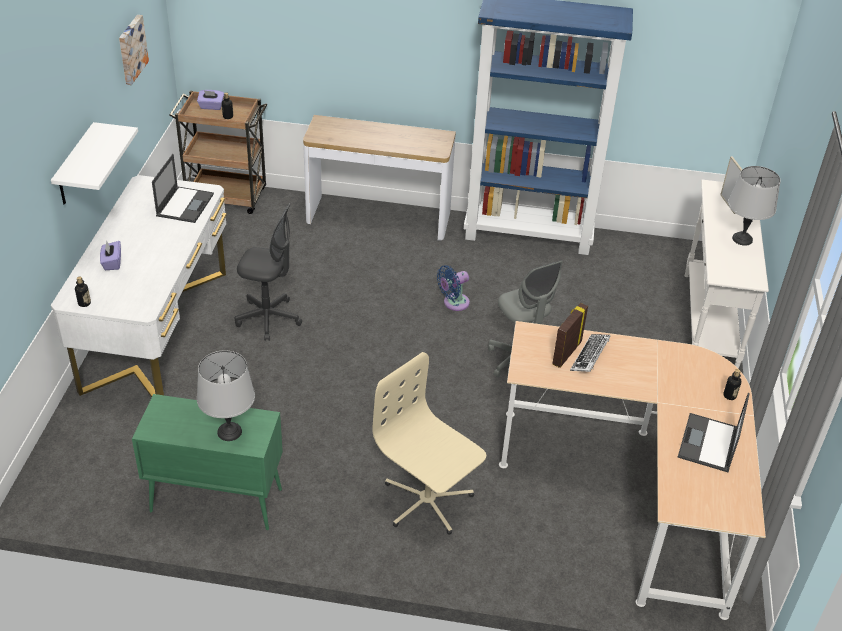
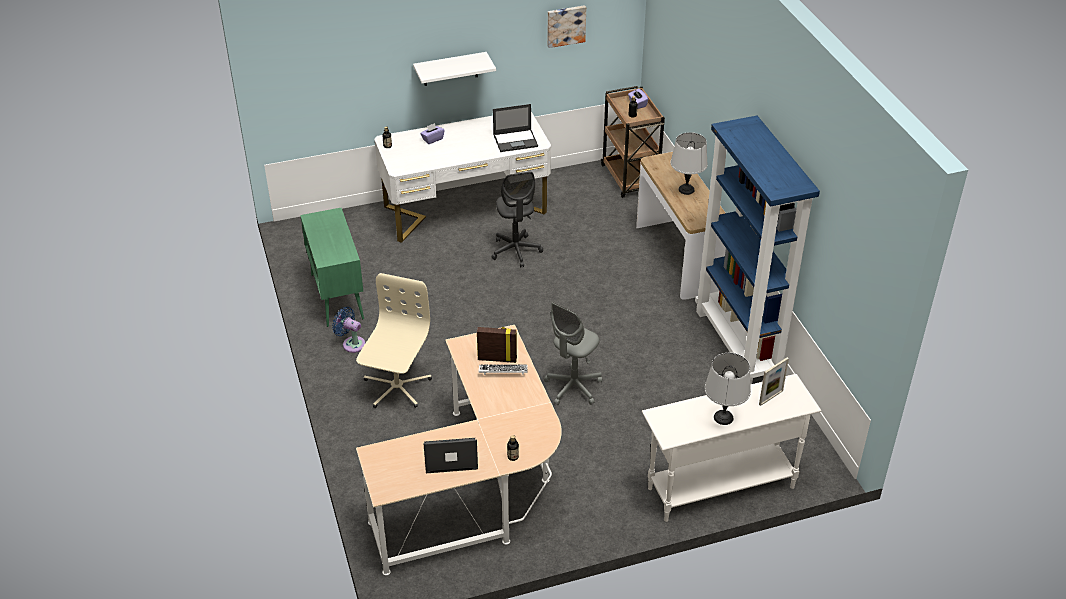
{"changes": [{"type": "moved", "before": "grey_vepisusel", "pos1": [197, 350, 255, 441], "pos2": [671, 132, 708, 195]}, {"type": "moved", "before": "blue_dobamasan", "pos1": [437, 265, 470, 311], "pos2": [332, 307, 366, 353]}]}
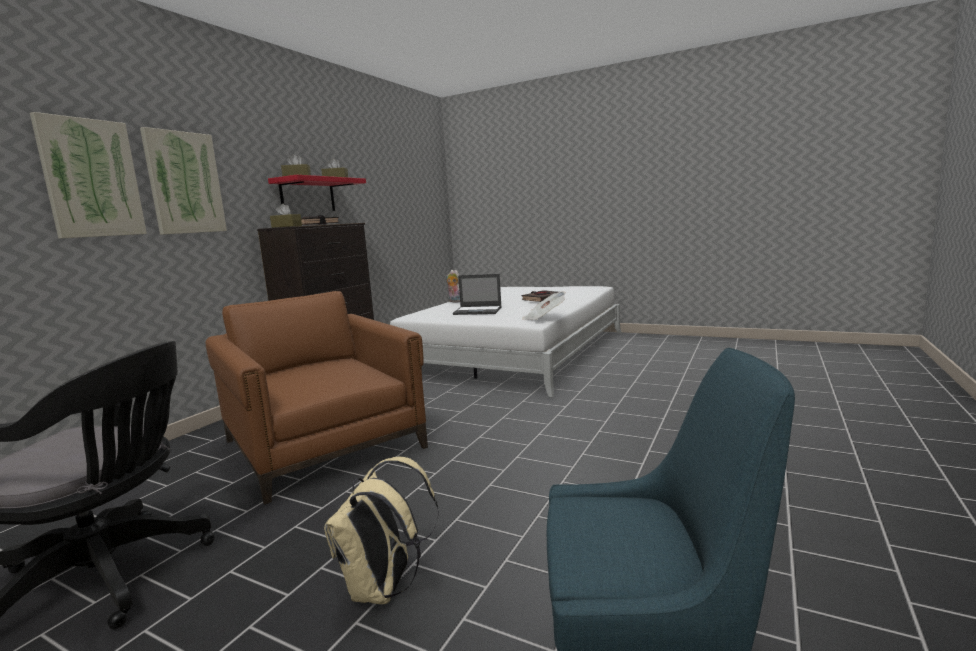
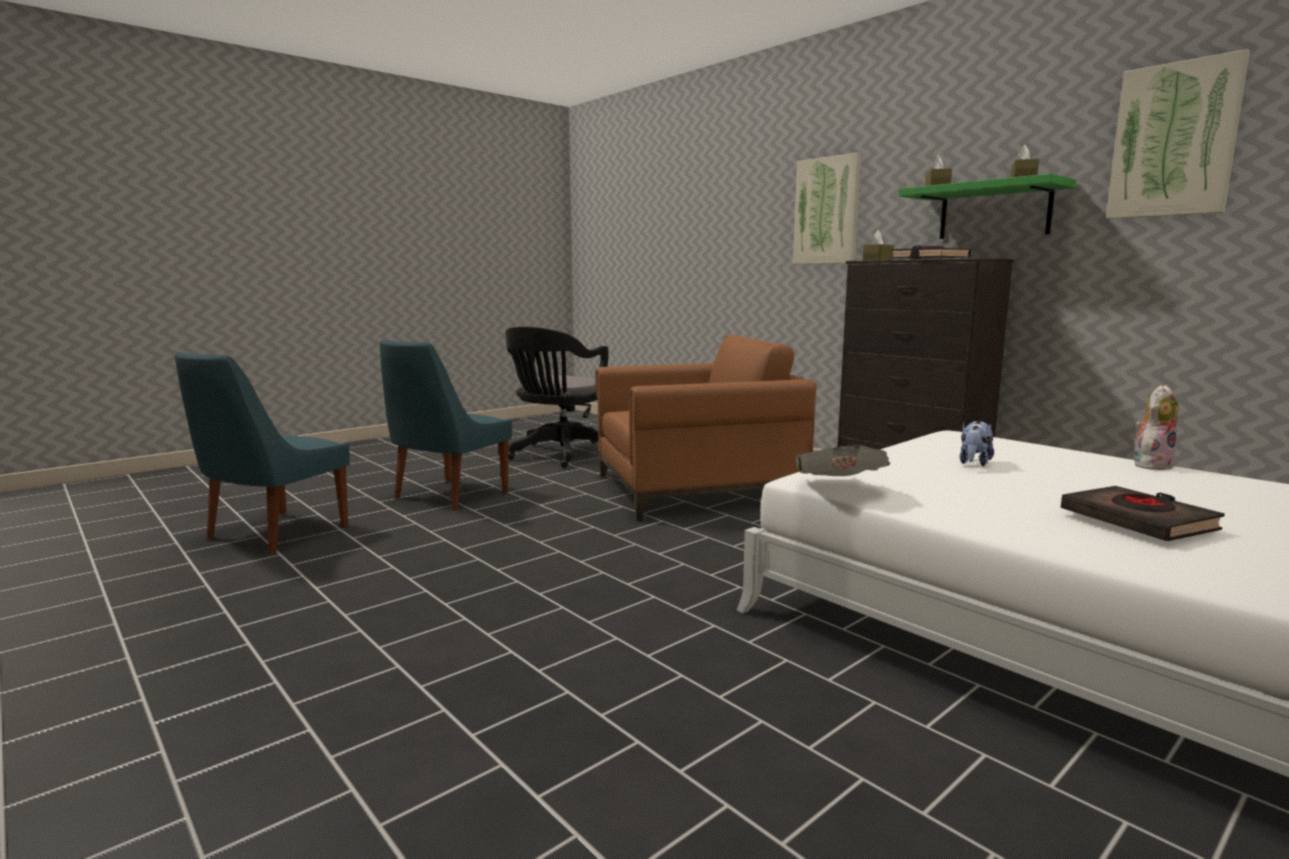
{"changes": [{"type": "moved", "before": "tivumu", "pos1": [30, 112, 147, 239], "pos2": [1106, 49, 1250, 219]}, {"type": "recoloured", "before": "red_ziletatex", "after": "green_ziletatex", "pos1": [268, 175, 366, 211], "pos2": [899, 173, 1077, 239]}, {"type": "replaced", "before": "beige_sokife", "after": "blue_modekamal", "pos1": [324, 457, 439, 604], "pos2": [380, 340, 512, 512]}, {"type": "replaced", "before": "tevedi", "after": "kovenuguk", "pos1": [453, 274, 502, 315], "pos2": [960, 421, 994, 466]}]}
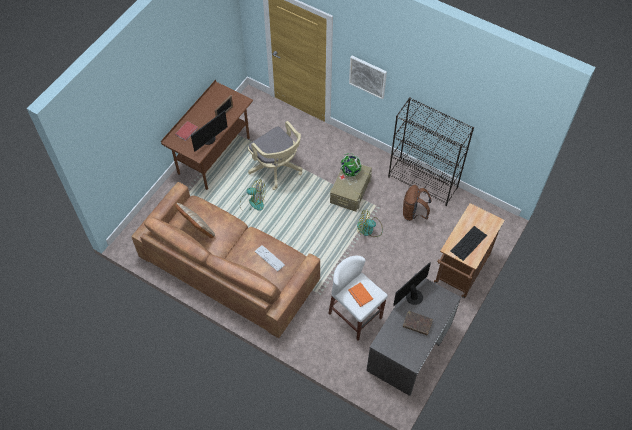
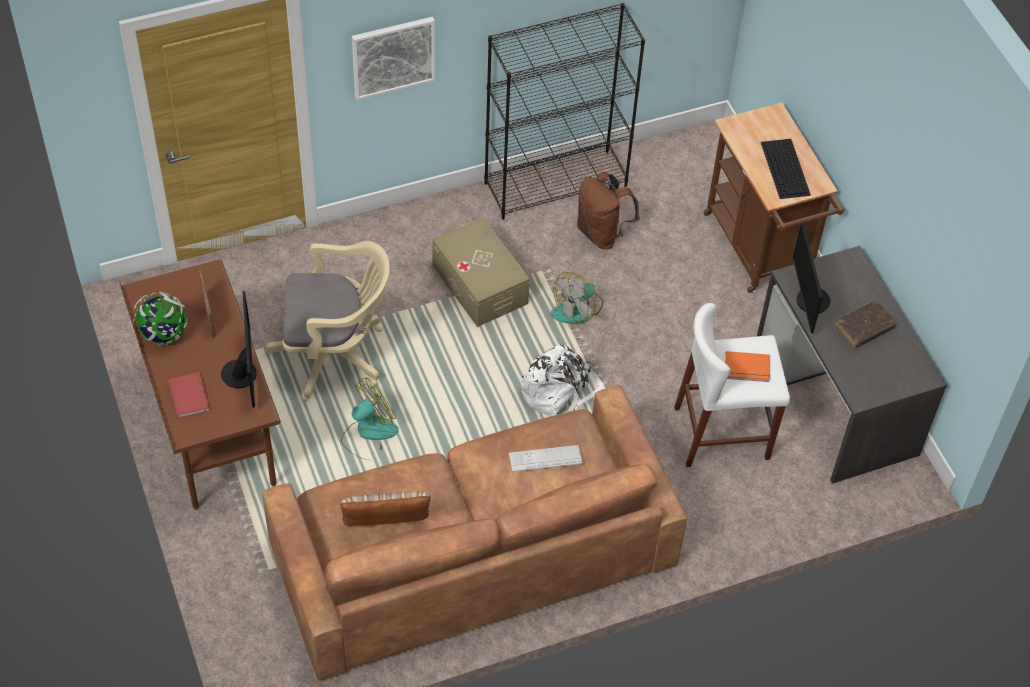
{"changes": [{"type": "moved", "before": "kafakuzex", "pos1": [340, 153, 362, 177], "pos2": [133, 292, 187, 345]}, {"type": "added", "after": "white_sokife", "pos2": [521, 344, 605, 416]}]}
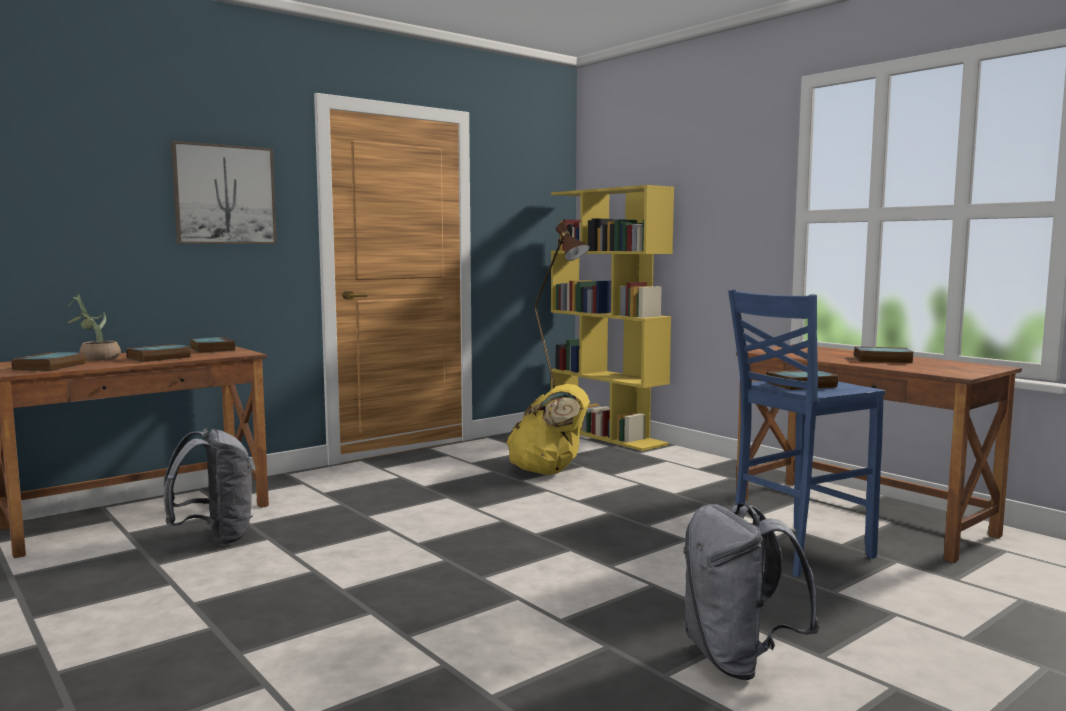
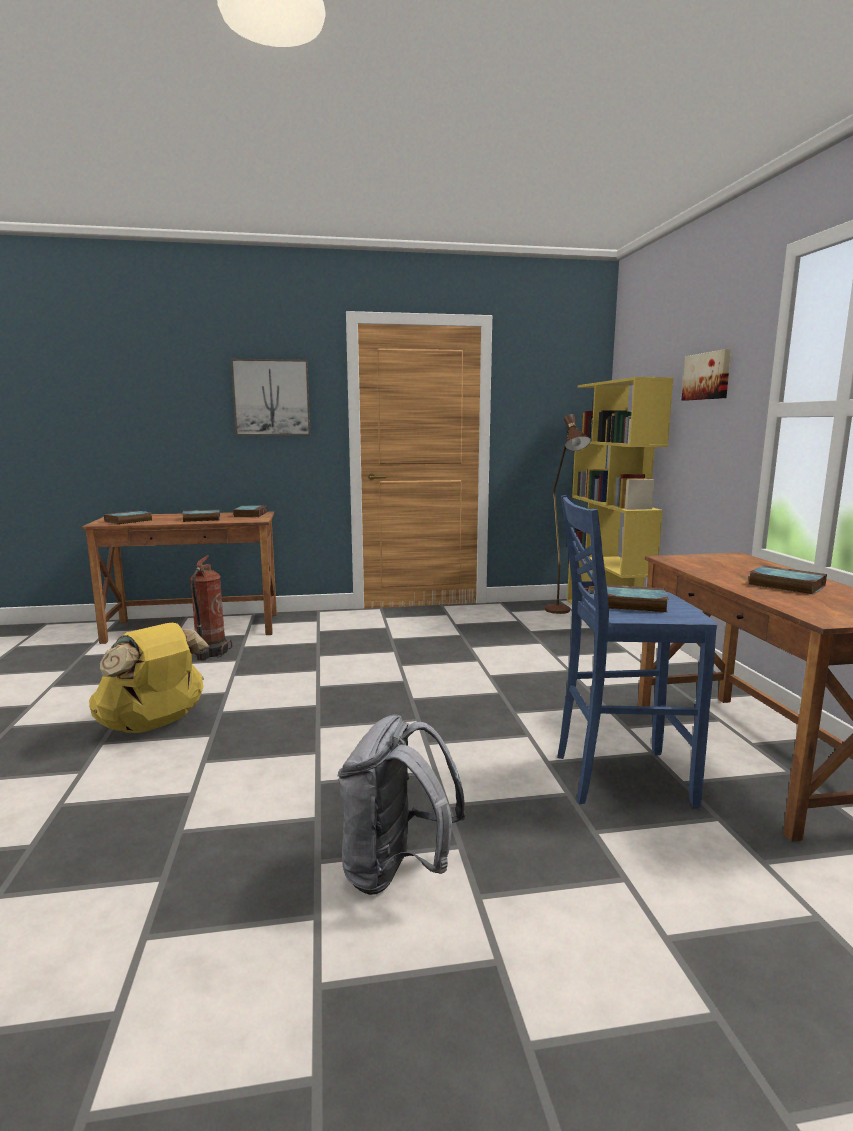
{"changes": [{"type": "removed", "before": "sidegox", "pos1": [66, 295, 121, 361]}, {"type": "replaced", "before": "grey_sokife", "after": "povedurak", "pos1": [164, 428, 253, 545], "pos2": [190, 556, 232, 661]}, {"type": "moved", "before": "yellow_sokife", "pos1": [506, 384, 590, 475], "pos2": [89, 623, 209, 733]}, {"type": "added", "after": "tivumu", "pos2": [682, 349, 731, 400]}]}
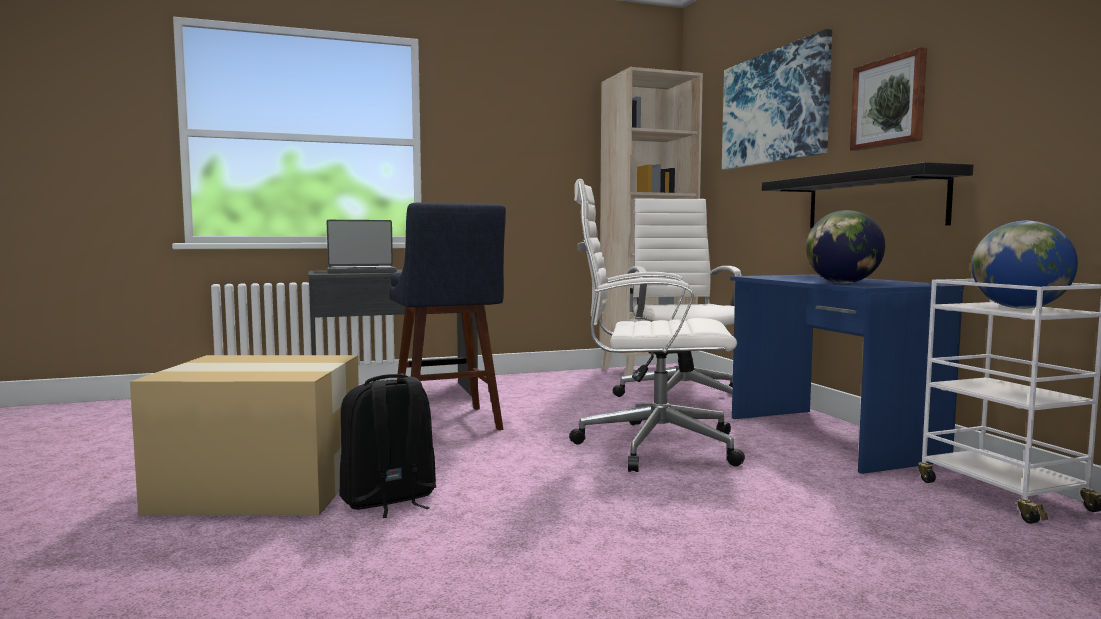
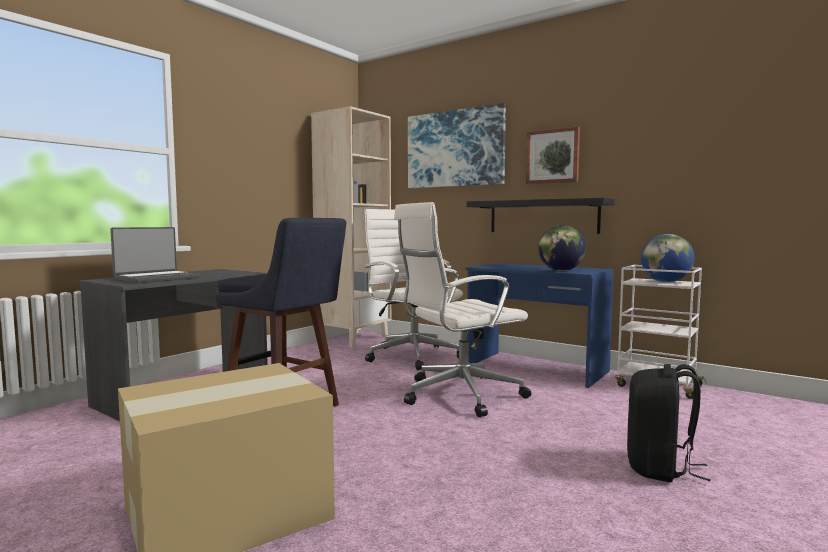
{"changes": [{"type": "moved", "before": "black_sokife", "pos1": [339, 374, 436, 518], "pos2": [627, 364, 711, 482]}]}
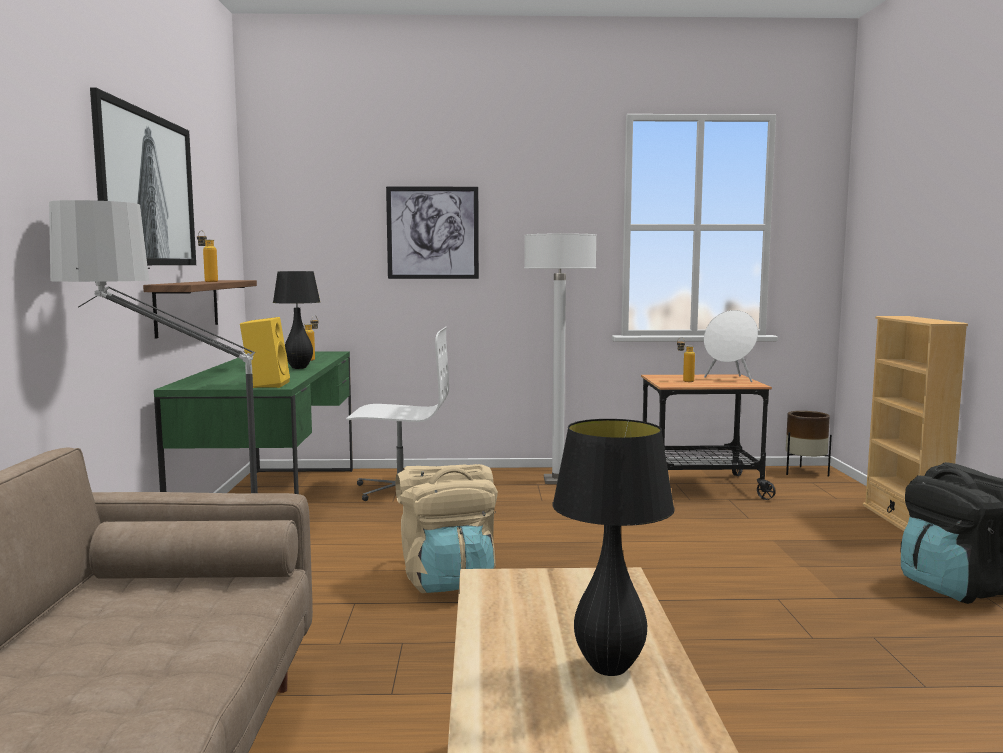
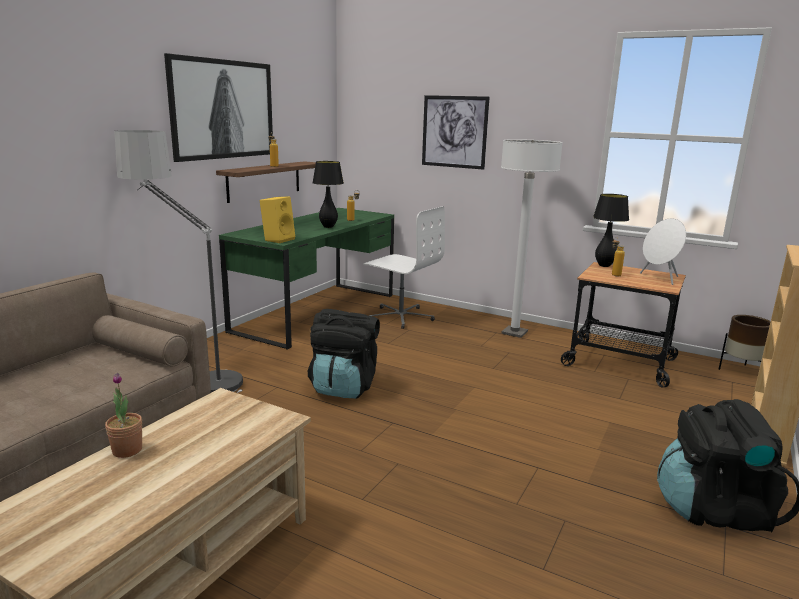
{"changes": [{"type": "recoloured", "before": "beige_sokife", "after": "black_sokife", "pos1": [395, 464, 498, 593], "pos2": [308, 309, 380, 399]}, {"type": "moved", "before": "black_vepisusel", "pos1": [553, 419, 675, 676], "pos2": [593, 194, 629, 267]}, {"type": "added", "after": "sidegox", "pos2": [105, 373, 142, 458]}]}
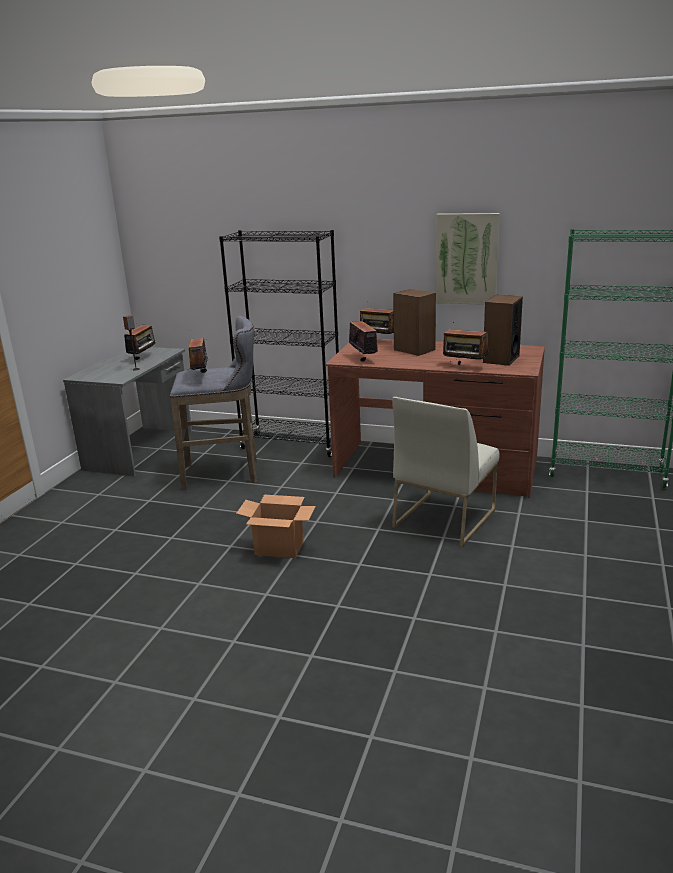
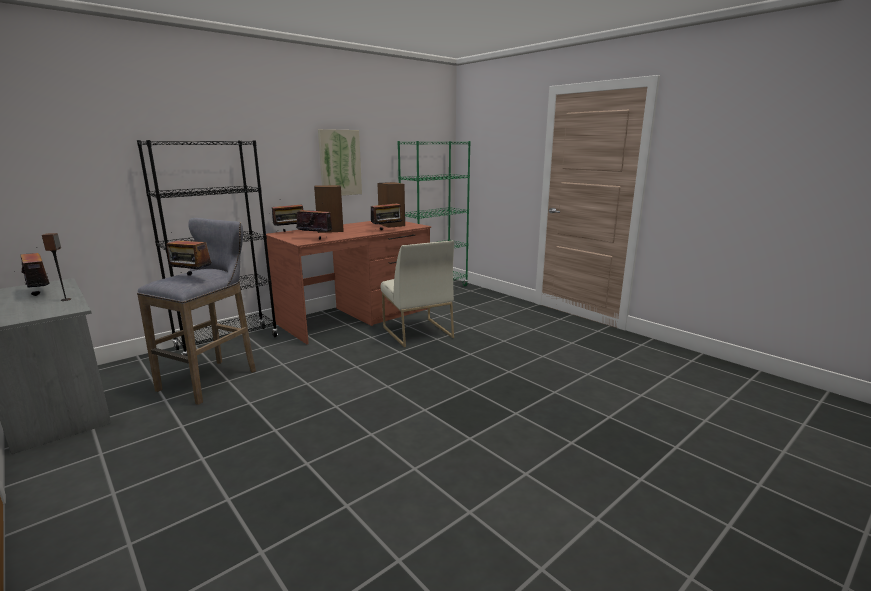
{"changes": [{"type": "removed", "before": "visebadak", "pos1": [236, 494, 316, 558]}]}
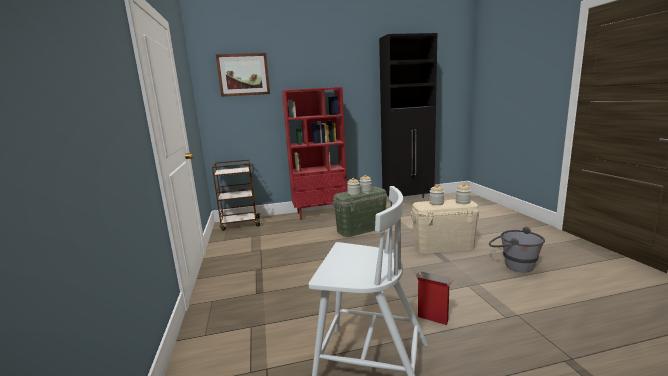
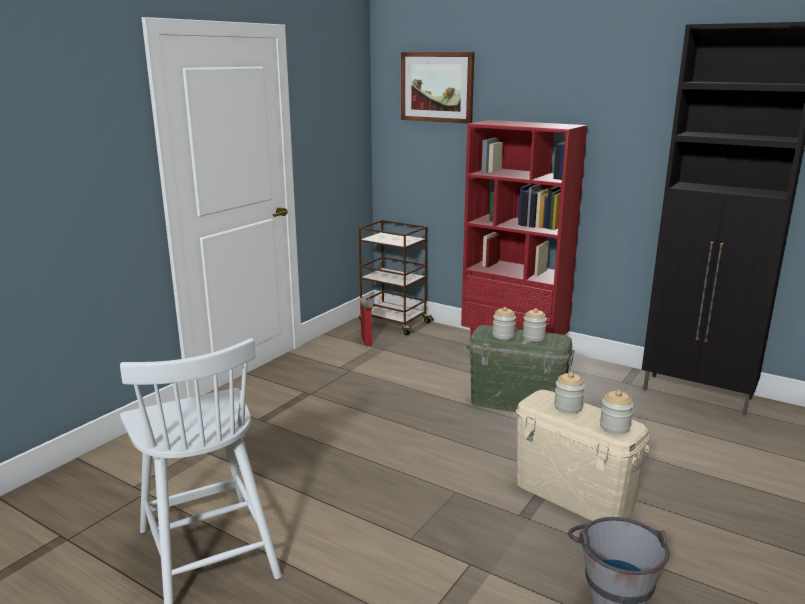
{"changes": [{"type": "moved", "before": "visebadak", "pos1": [416, 272, 454, 325], "pos2": [358, 297, 374, 346]}]}
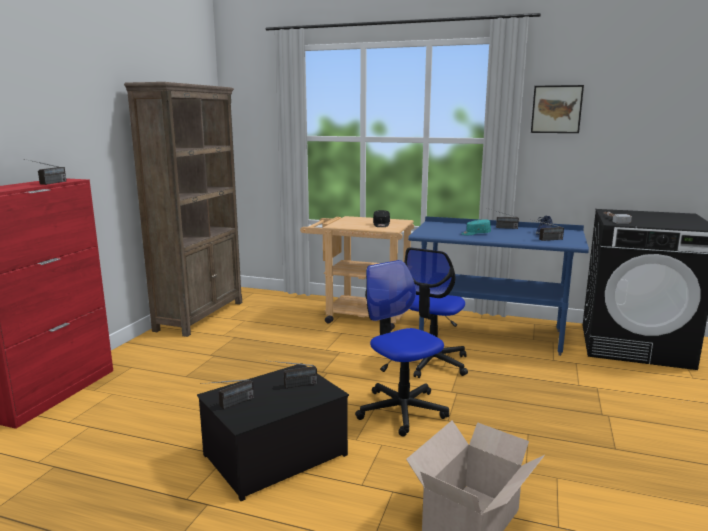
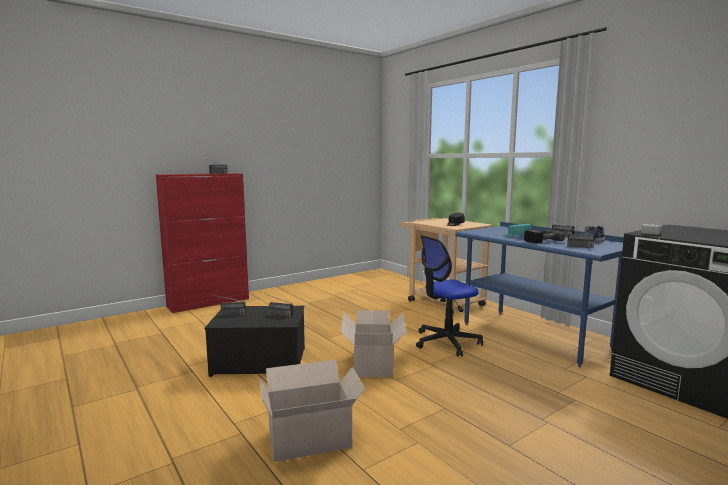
{"changes": [{"type": "removed", "before": "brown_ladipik", "pos1": [124, 82, 242, 337]}, {"type": "replaced", "before": "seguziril", "after": "visebadak", "pos1": [355, 260, 449, 437], "pos2": [340, 310, 407, 377]}, {"type": "removed", "before": "tivumu", "pos1": [531, 85, 584, 133]}, {"type": "added", "after": "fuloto", "pos2": [524, 230, 566, 243]}]}
